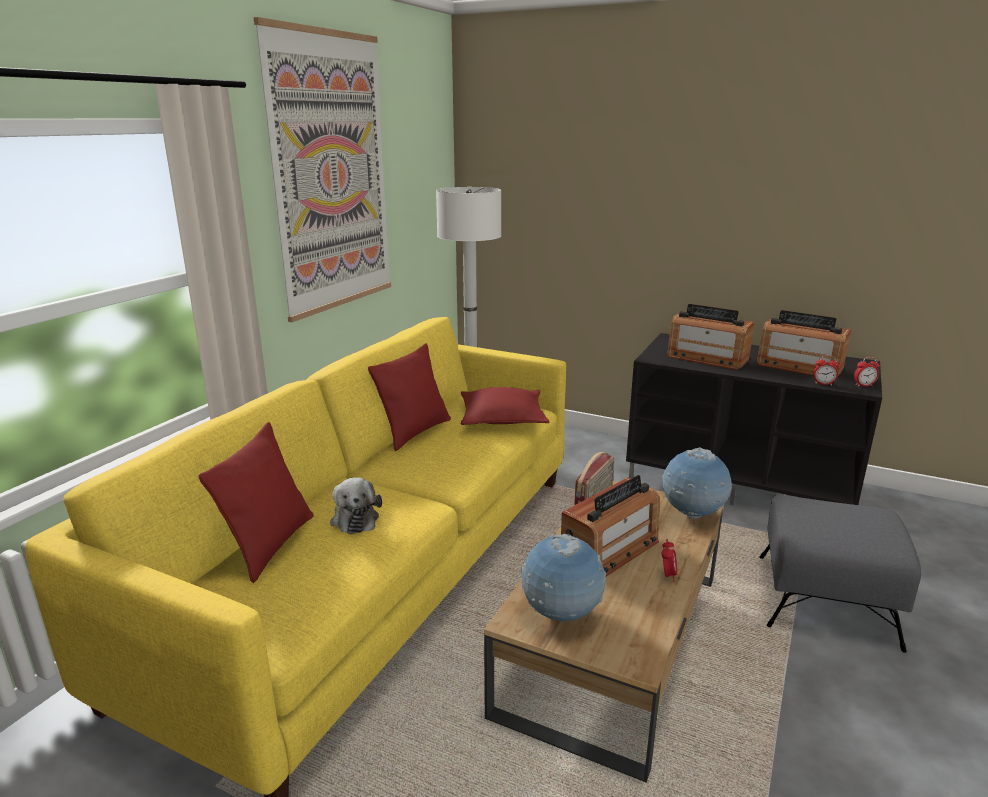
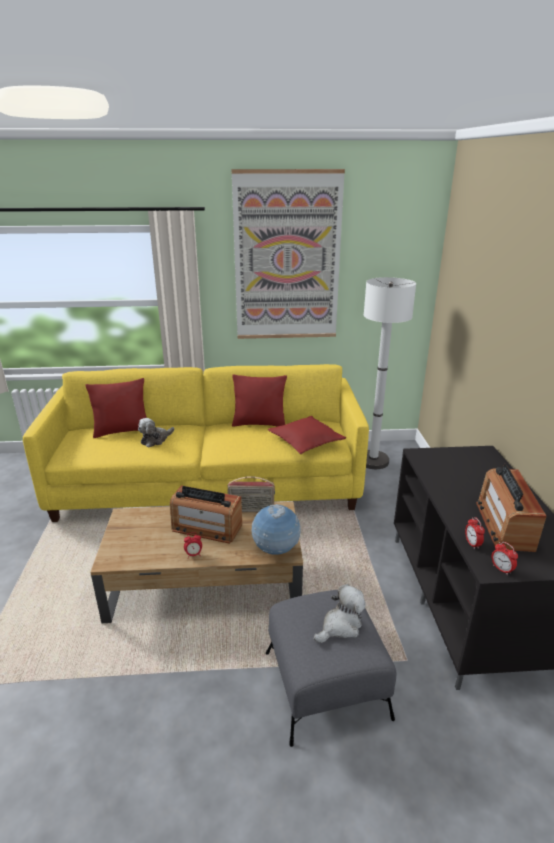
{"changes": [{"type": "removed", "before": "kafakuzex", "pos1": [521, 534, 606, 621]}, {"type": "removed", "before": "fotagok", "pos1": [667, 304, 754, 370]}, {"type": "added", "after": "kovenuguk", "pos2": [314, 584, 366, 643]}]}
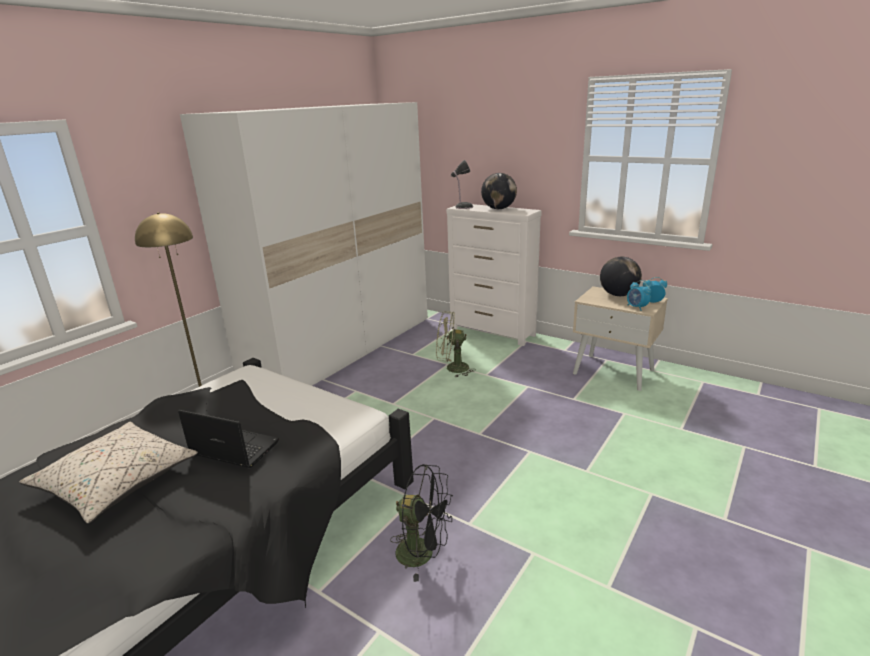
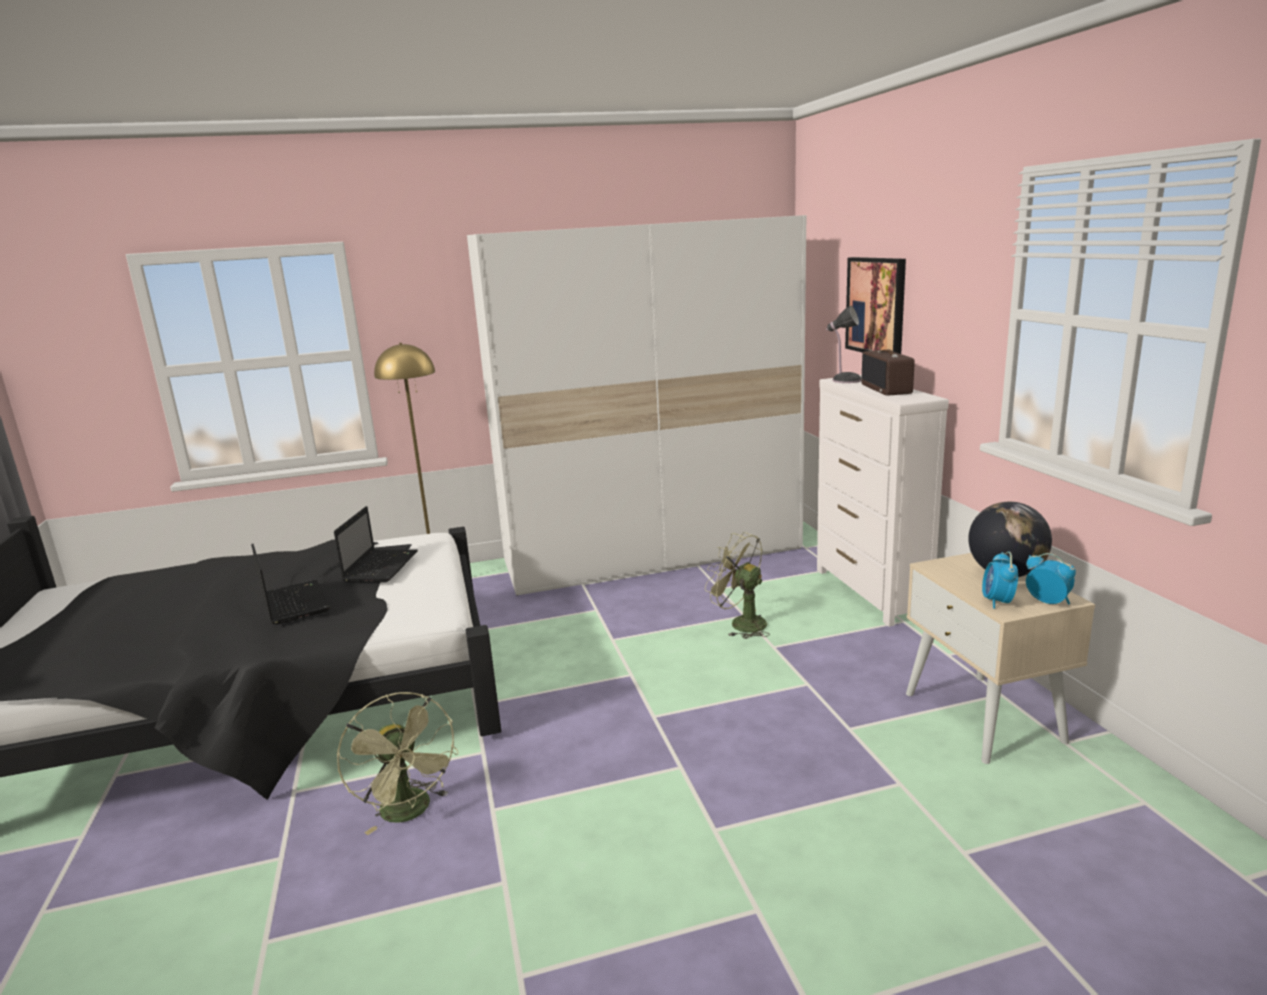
{"changes": [{"type": "removed", "before": "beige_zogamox", "pos1": [19, 422, 198, 524]}, {"type": "recoloured", "before": "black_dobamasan", "after": "green_dobamasan", "pos1": [390, 464, 453, 582], "pos2": [337, 692, 458, 835]}, {"type": "replaced", "before": "kafakuzex", "after": "fotagok", "pos1": [481, 173, 517, 209], "pos2": [861, 349, 915, 396]}, {"type": "added", "after": "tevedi", "pos2": [334, 506, 418, 582]}, {"type": "added", "after": "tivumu", "pos2": [845, 257, 906, 354]}]}
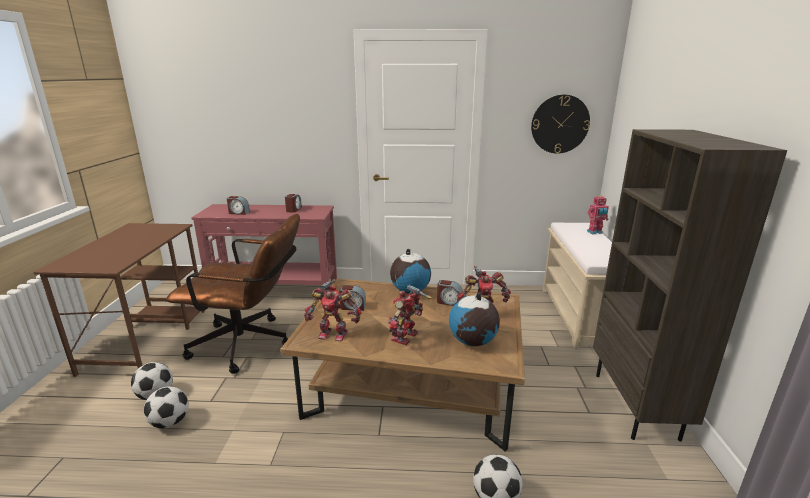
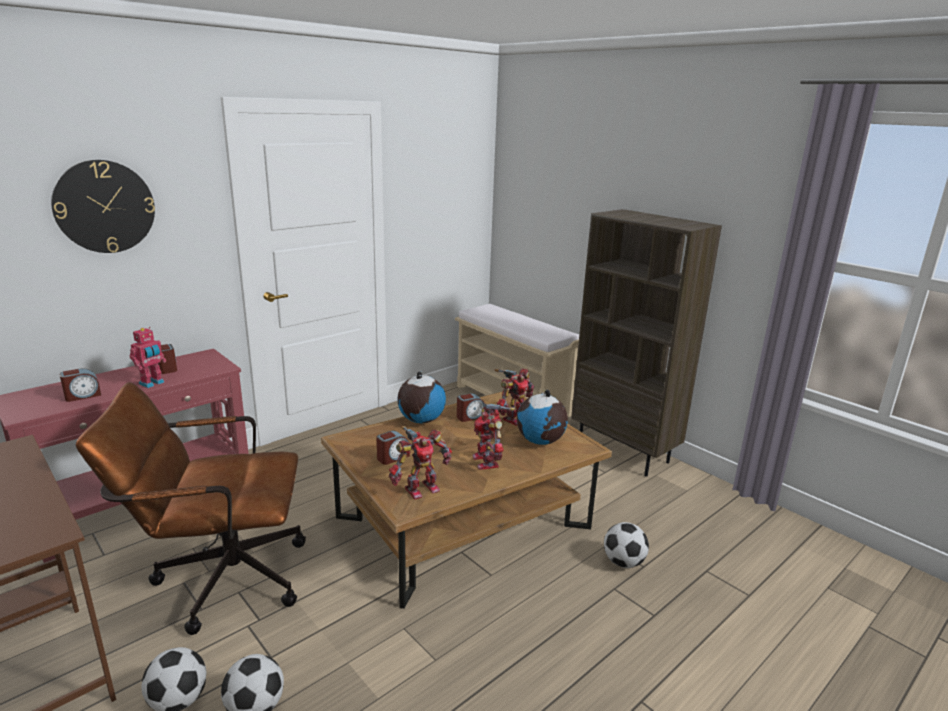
{"changes": [{"type": "turned", "before": "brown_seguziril", "pos1": [166, 214, 300, 374], "pos2": [76, 382, 306, 635], "turn": -150}, {"type": "moved", "before": "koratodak", "pos1": [531, 95, 590, 154], "pos2": [51, 160, 155, 253]}, {"type": "moved", "before": "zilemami", "pos1": [587, 196, 609, 234], "pos2": [130, 327, 166, 388]}]}
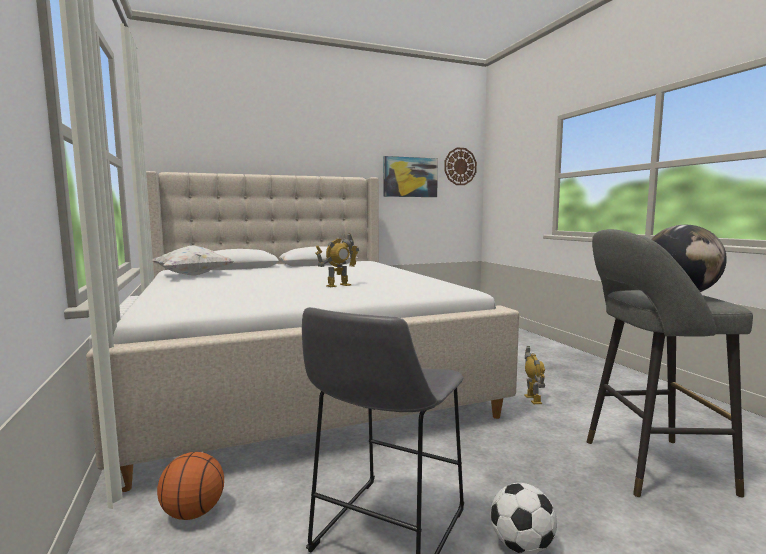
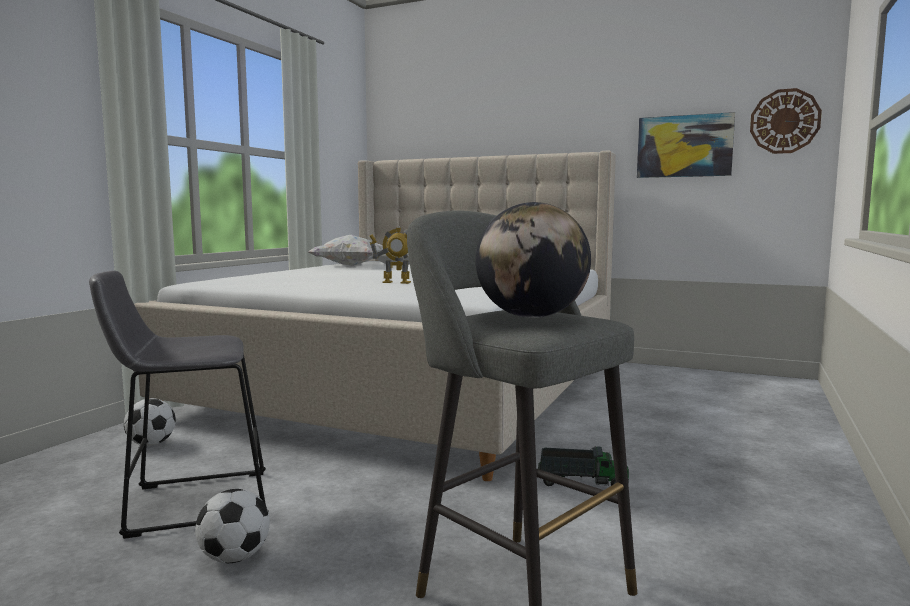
{"changes": [{"type": "replaced", "before": "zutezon", "after": "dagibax", "pos1": [157, 452, 224, 520], "pos2": [124, 398, 176, 446]}, {"type": "replaced", "before": "zilemami", "after": "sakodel", "pos1": [524, 346, 545, 404], "pos2": [538, 446, 629, 486]}]}
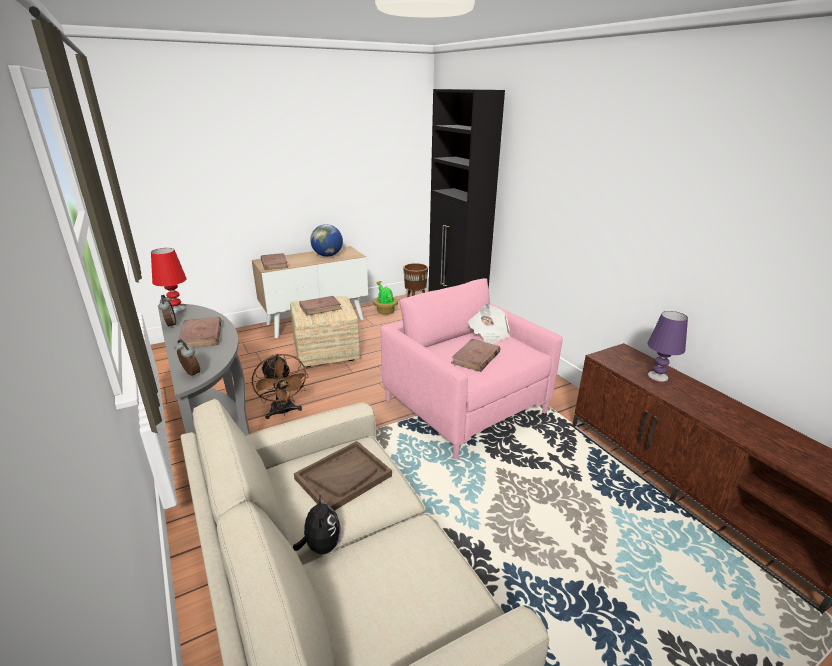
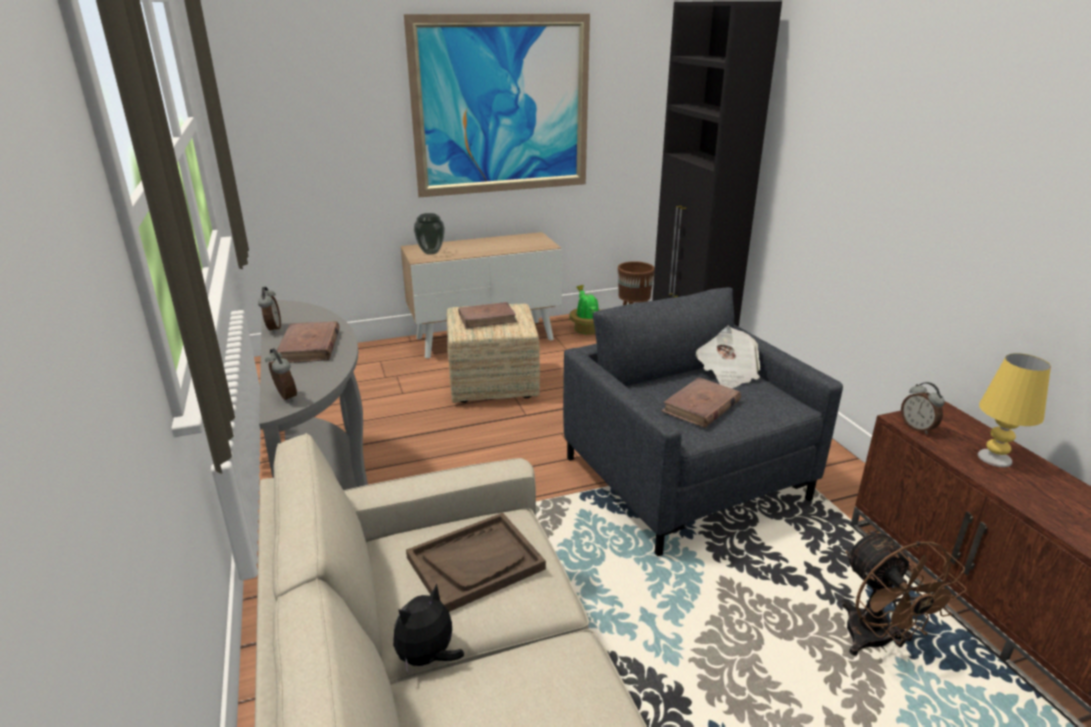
{"changes": [{"type": "removed", "before": "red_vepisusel", "pos1": [151, 248, 187, 313]}, {"type": "moved", "before": "brown_dobamasan", "pos1": [252, 354, 308, 419], "pos2": [841, 530, 967, 656]}, {"type": "replaced", "before": "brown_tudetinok", "after": "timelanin", "pos1": [261, 253, 288, 270], "pos2": [414, 213, 445, 255]}, {"type": "turned", "before": "kovenuguk", "pos1": [293, 494, 341, 554], "pos2": [393, 583, 464, 674], "turn": -135}, {"type": "removed", "before": "kafakuzex", "pos1": [310, 224, 343, 257]}, {"type": "recoloured", "before": "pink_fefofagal", "after": "grey_fefofagal", "pos1": [380, 278, 563, 459], "pos2": [563, 287, 843, 556]}, {"type": "recoloured", "before": "purple_vepisusel", "after": "yellow_vepisusel", "pos1": [647, 311, 688, 382], "pos2": [978, 353, 1051, 467]}, {"type": "added", "after": "tivumu", "pos2": [404, 14, 590, 197]}, {"type": "added", "after": "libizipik", "pos2": [901, 382, 945, 435]}]}
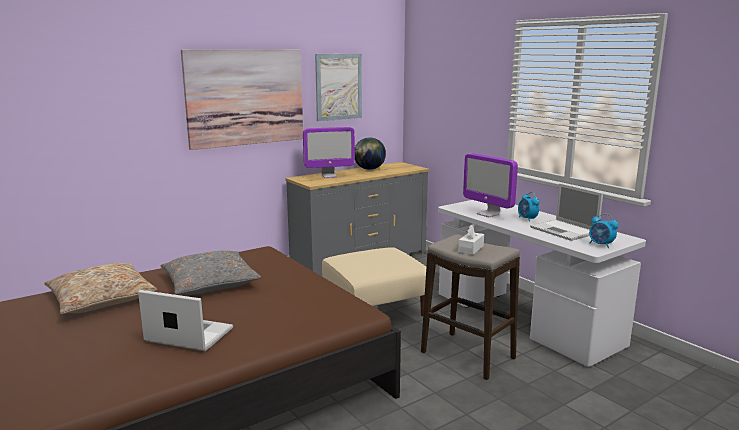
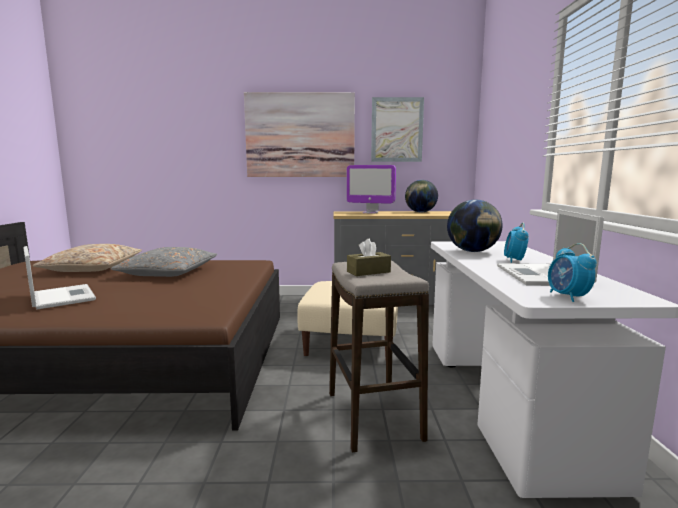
{"changes": [{"type": "recoloured", "before": "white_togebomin", "after": "brown_togebomin", "pos1": [458, 225, 484, 255], "pos2": [347, 239, 391, 276]}, {"type": "replaced", "before": "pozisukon", "after": "kafakuzex", "pos1": [463, 153, 518, 217], "pos2": [447, 200, 503, 252]}]}
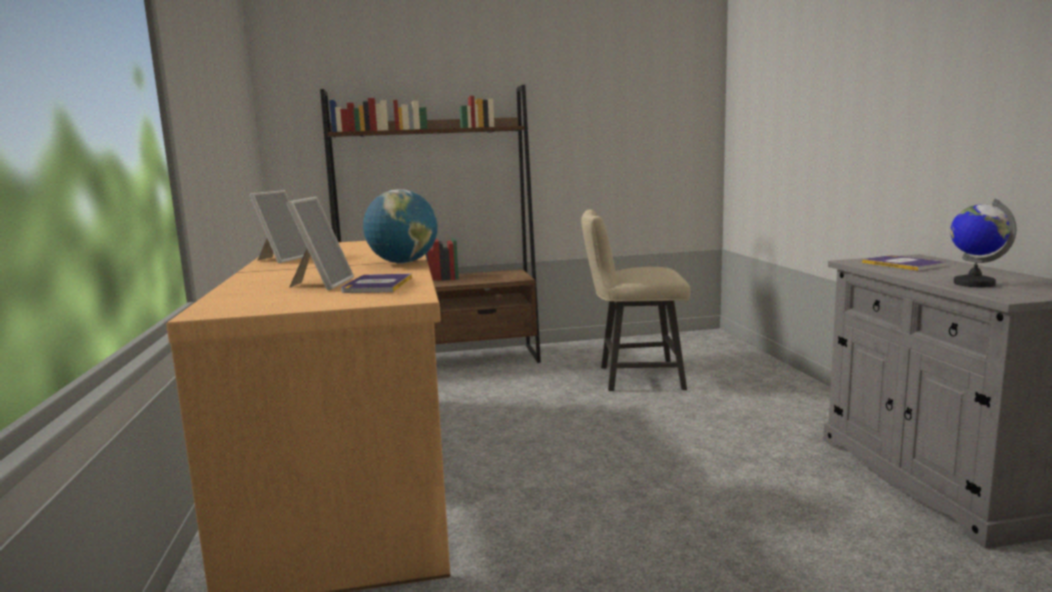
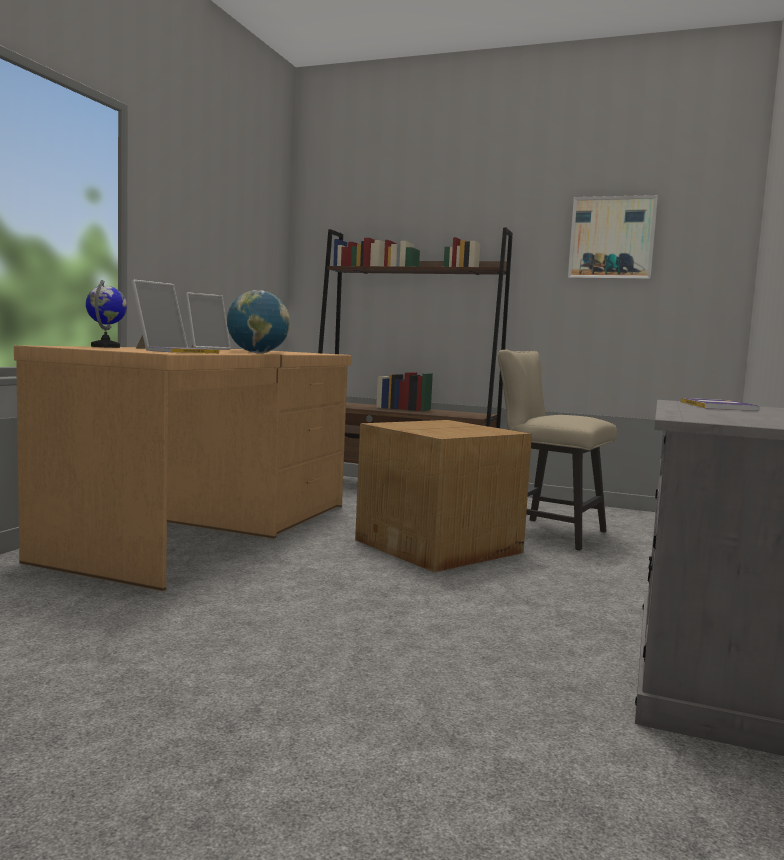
{"changes": [{"type": "moved", "before": "kafakuzex", "pos1": [950, 198, 1016, 287], "pos2": [86, 280, 127, 348]}, {"type": "added", "after": "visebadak", "pos2": [355, 420, 532, 572]}, {"type": "added", "after": "tivumu", "pos2": [568, 195, 658, 279]}]}
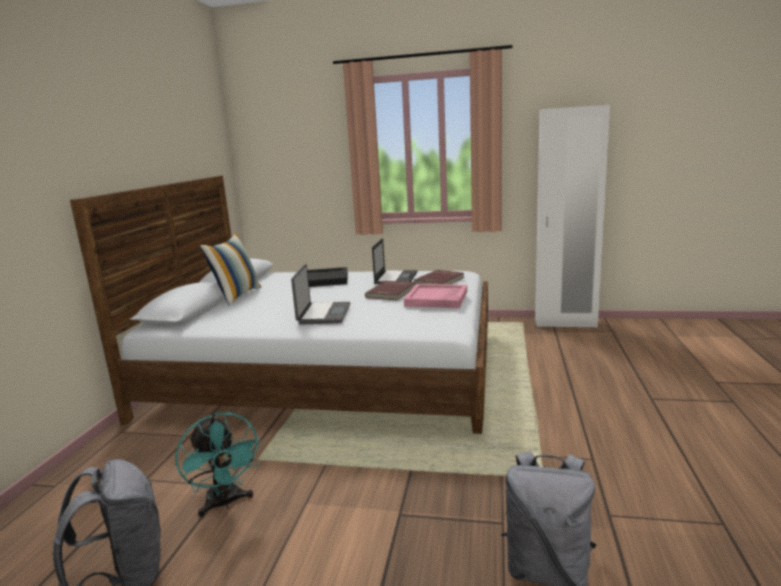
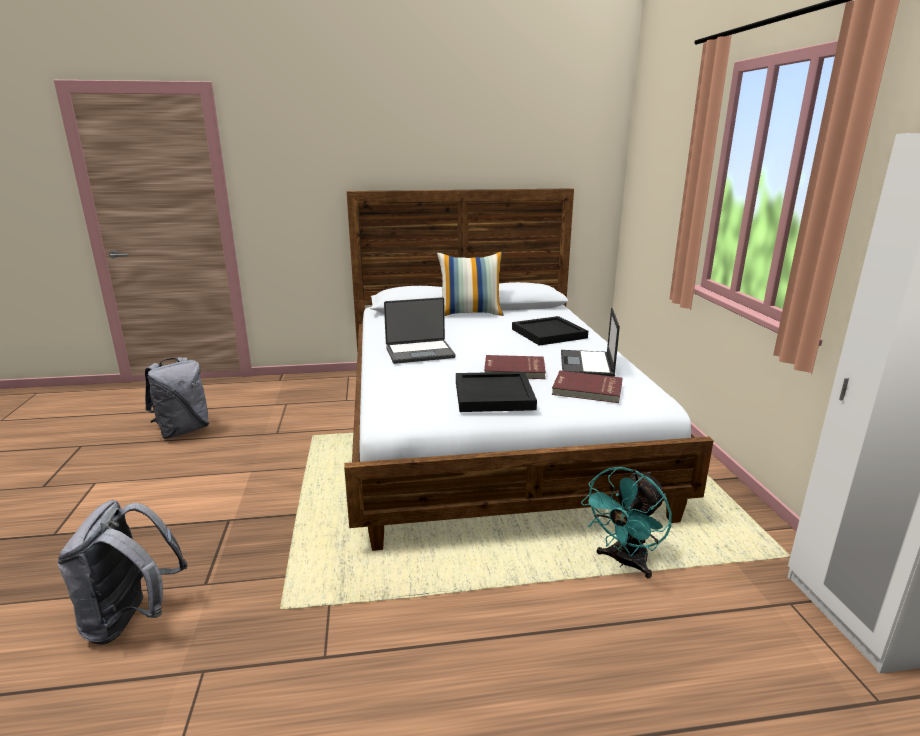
{"changes": [{"type": "moved", "before": "turquoise_dobamasan", "pos1": [175, 412, 261, 517], "pos2": [581, 467, 672, 578]}, {"type": "turned", "before": "tevedi", "pos1": [372, 238, 417, 284], "pos2": [561, 307, 620, 377], "turn": 105}, {"type": "recoloured", "before": "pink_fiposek", "after": "black_fiposek", "pos1": [404, 284, 467, 308], "pos2": [456, 372, 537, 412]}]}
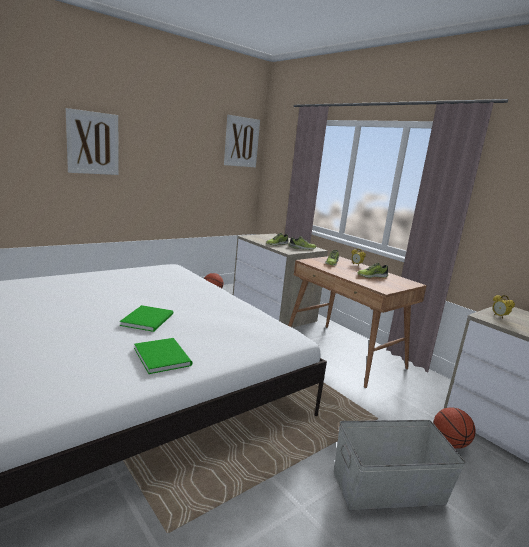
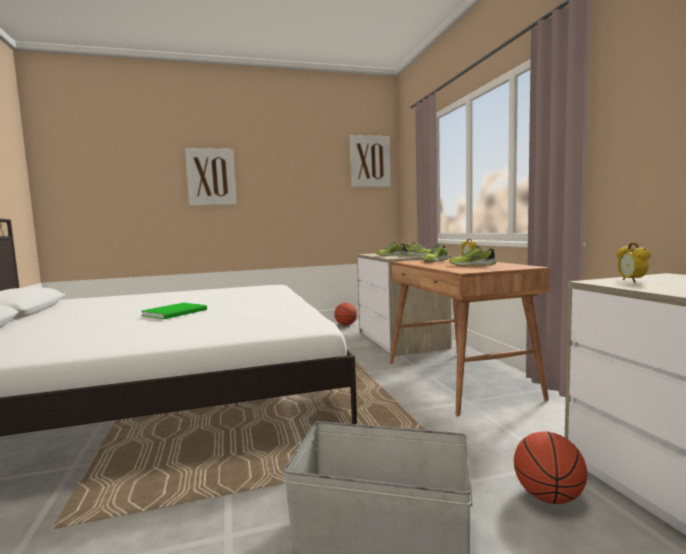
{"changes": [{"type": "removed", "before": "green_tudetinok", "pos1": [134, 338, 192, 374]}]}
